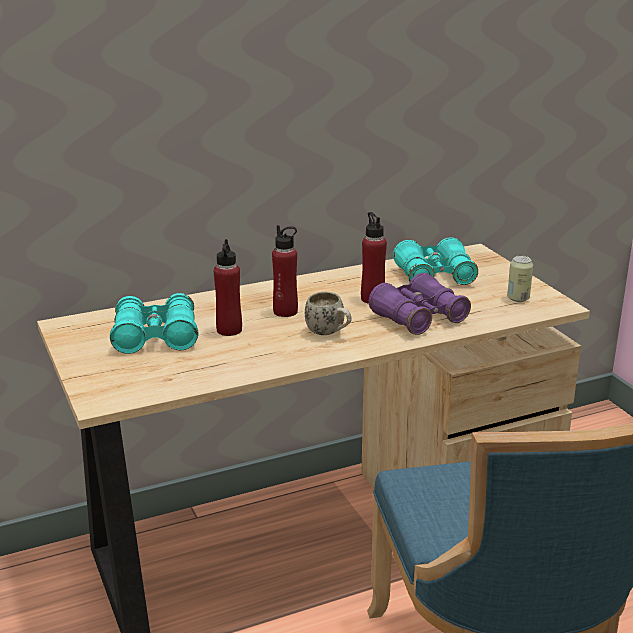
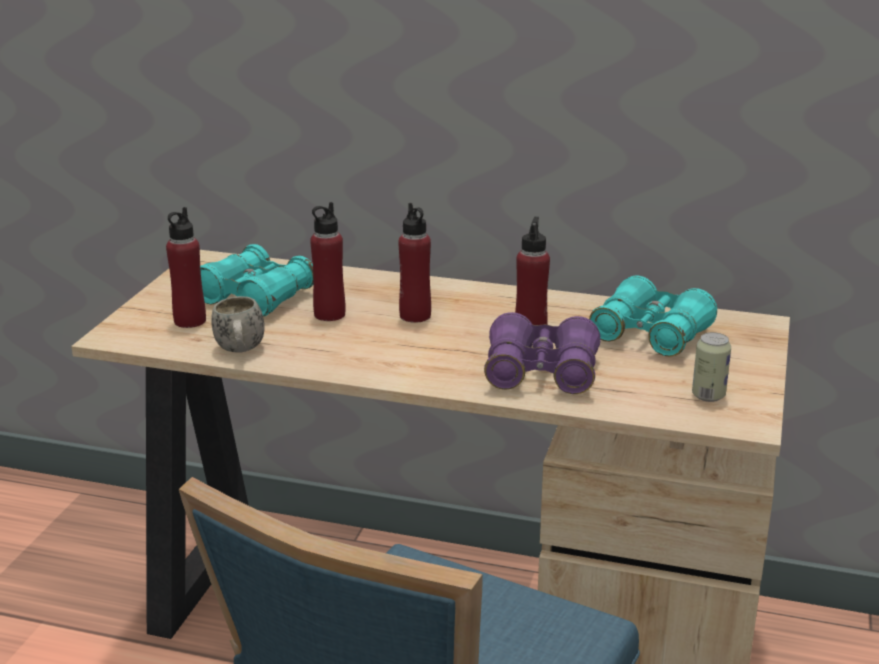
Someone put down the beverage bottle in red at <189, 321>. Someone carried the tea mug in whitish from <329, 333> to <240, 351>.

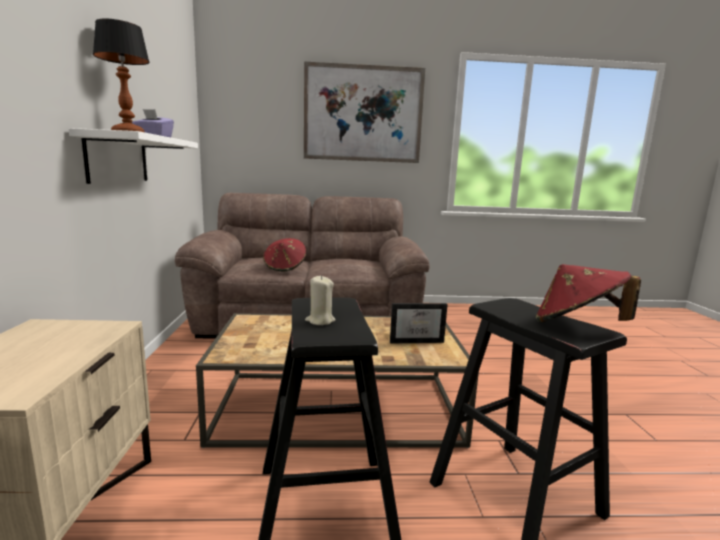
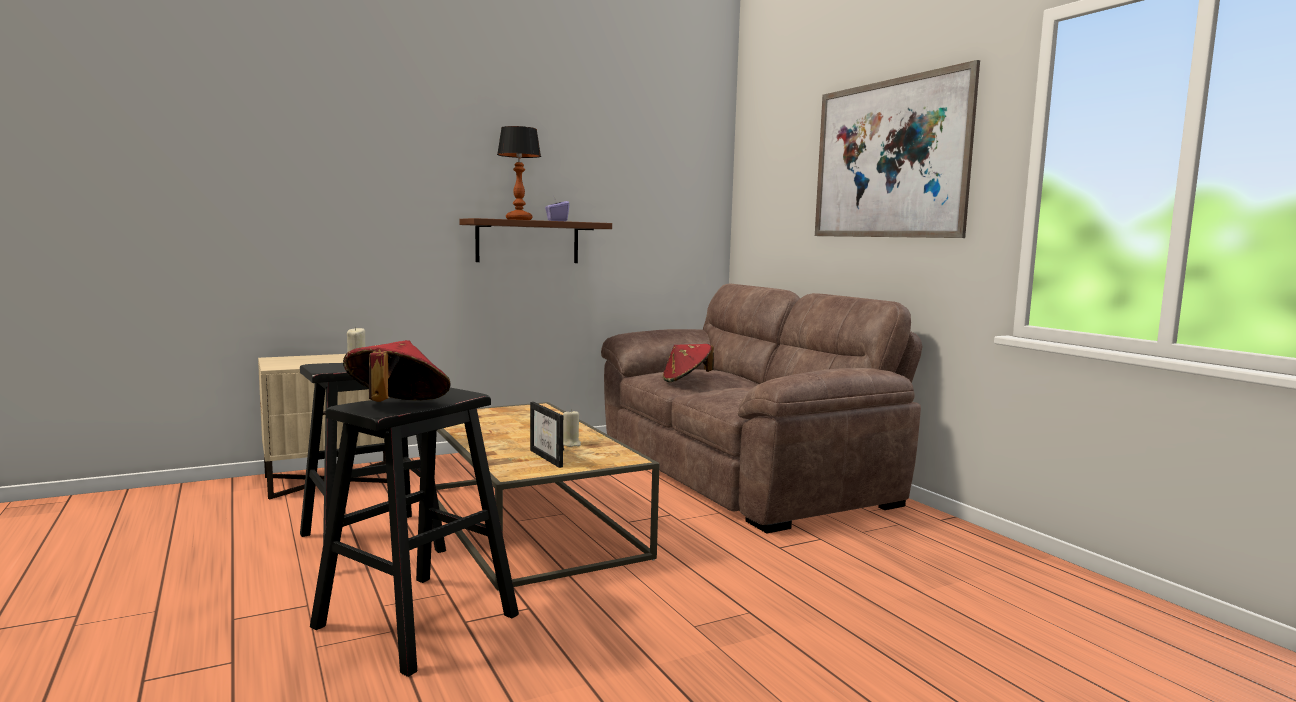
Someone put down the wax light in beige at <571, 444>. Someone repainted the shelf in whitish at <118, 158>, which became the shelf in brown-coloured at <528, 241>.

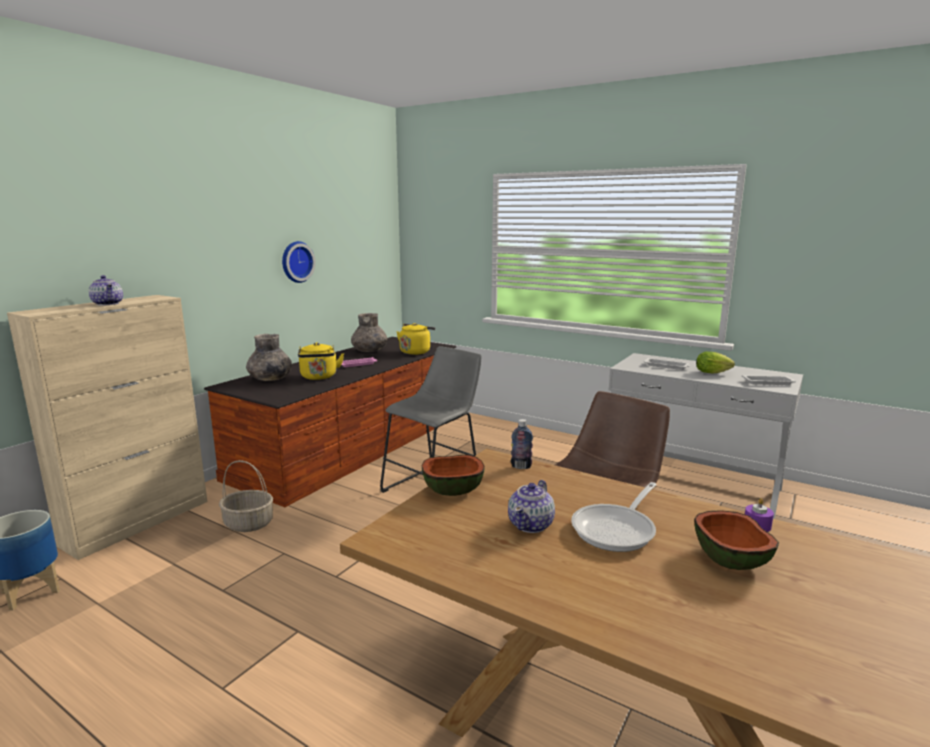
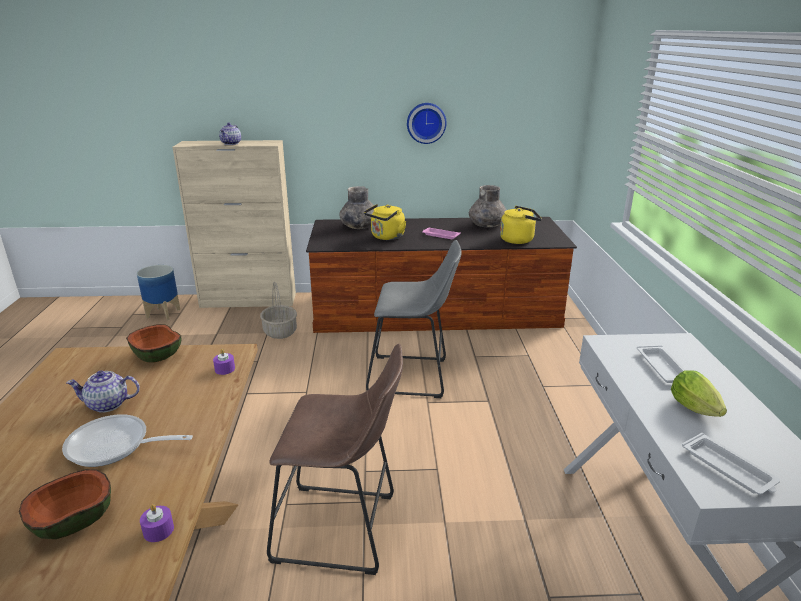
Someone swapped the beverage bottle at <521, 466> for the wax light in purplish at <225, 369>.

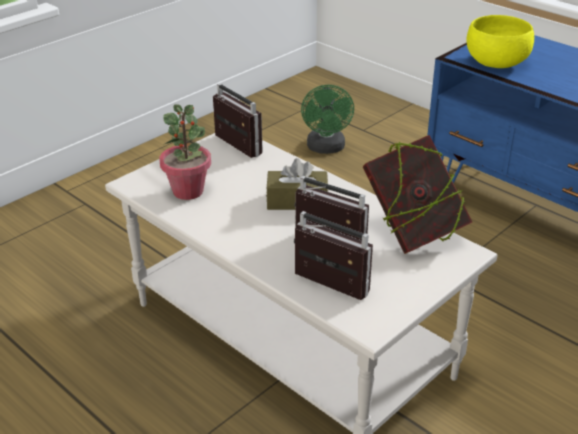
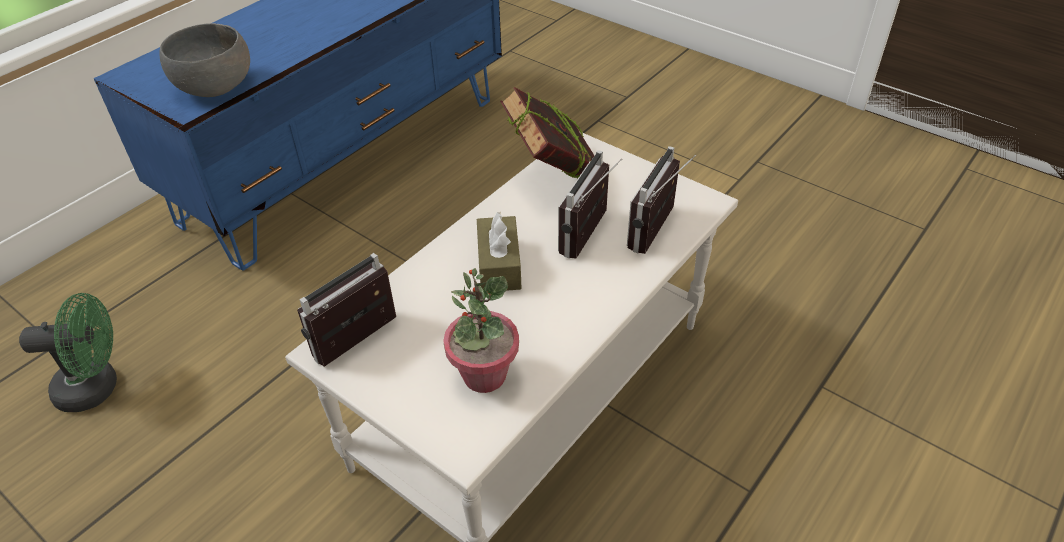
Someone repainted the serving bowl in yellow at <496, 62>, which became the serving bowl in grey at <215, 86>.

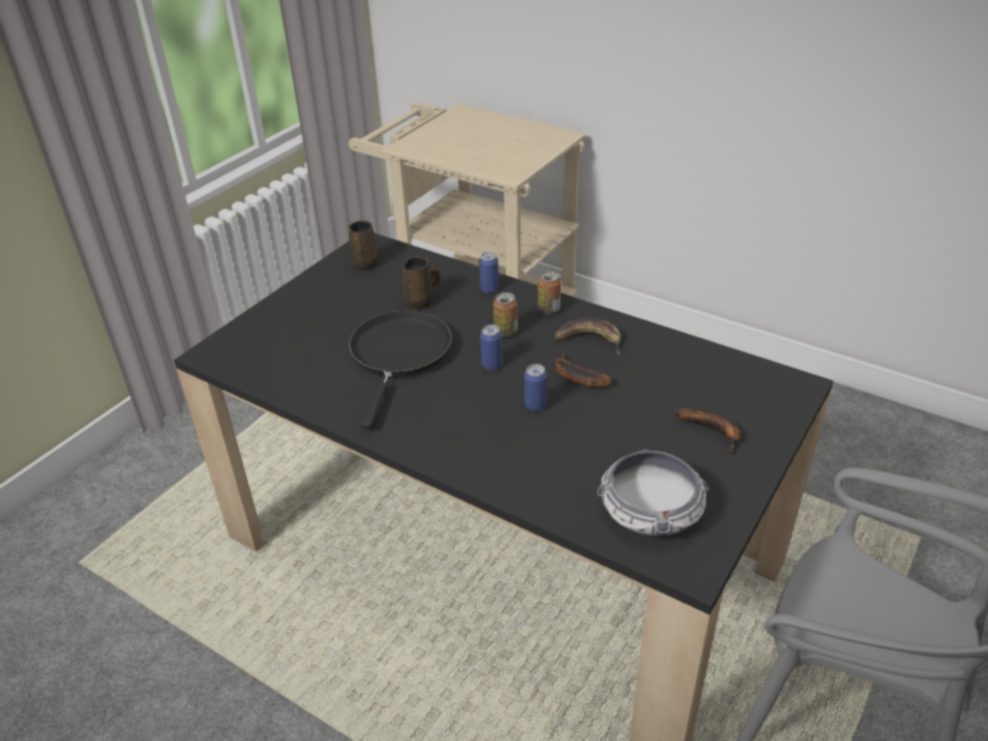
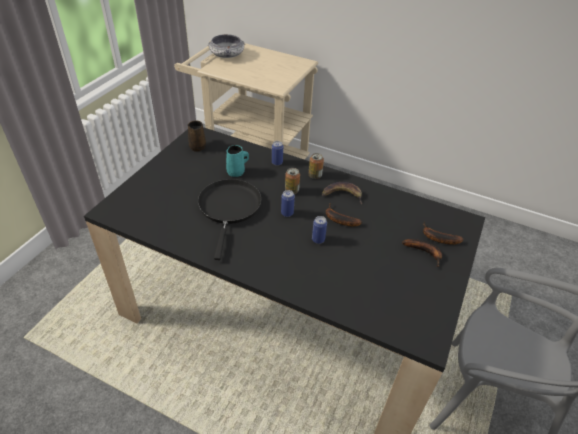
Someone put down the whole banana at <437, 238>. Someone carried the serving bowl from <650, 511> to <227, 54>. Someone repainted the tea mug in brown-coloured at <421, 302>, which became the tea mug in turquoise-coloured at <236, 172>.

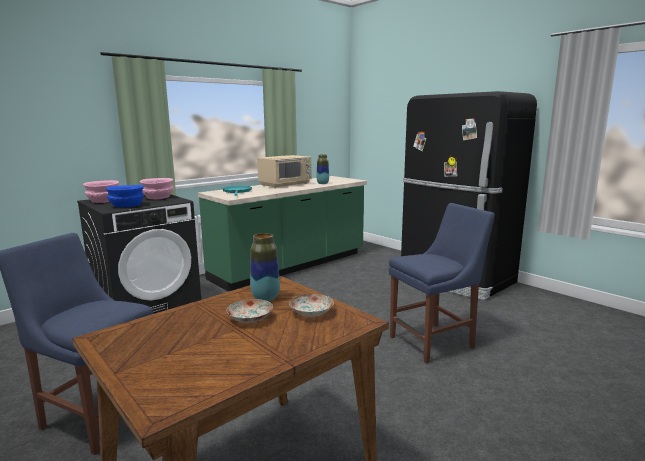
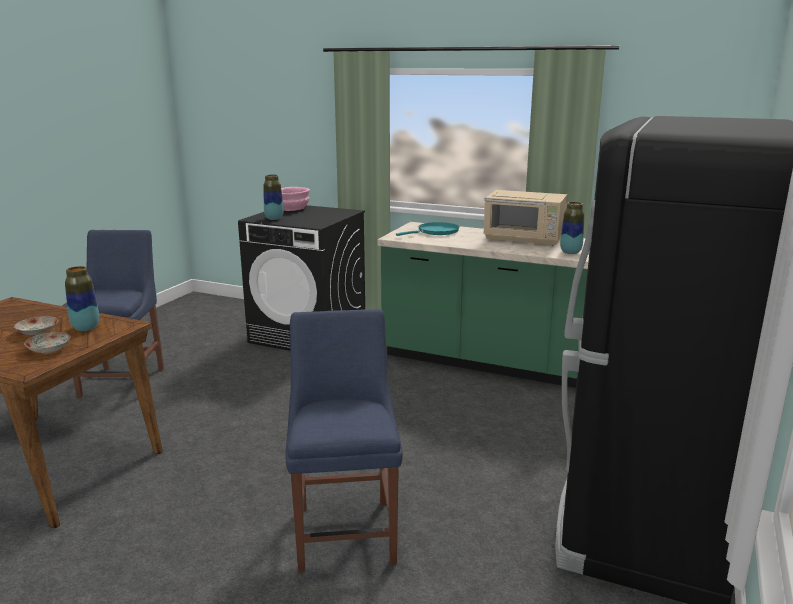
Someone took away the serving bowl in pink-coloured at <158, 197>. Someone swapped the serving bowl in blue at <126, 206> for the decorative vase at <274, 218>. Someone rotated the upright chair in blue at <435, 341> by 135 degrees counterclockwise.

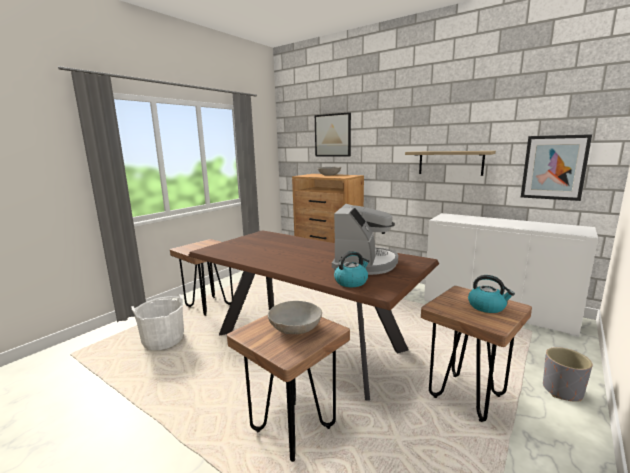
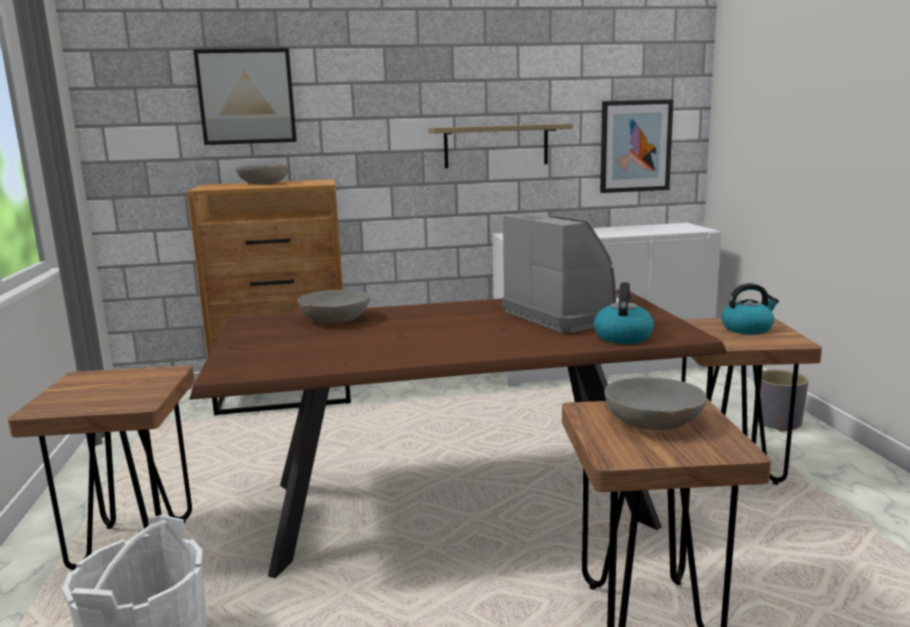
Someone put down the serving bowl in grey at <335, 320>.

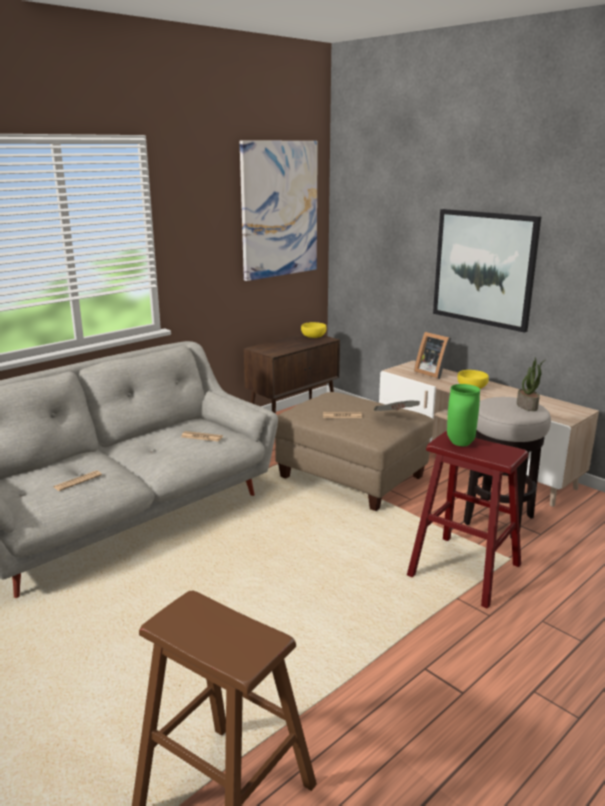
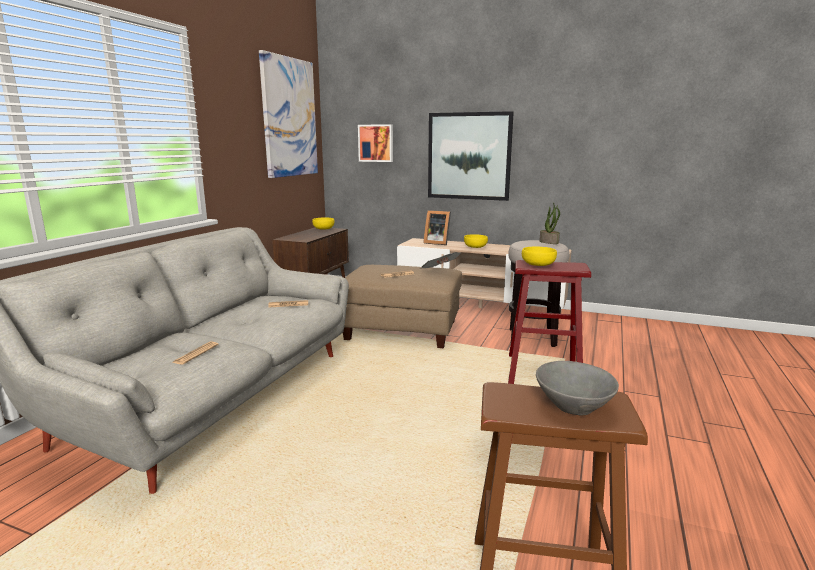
Someone put up the wall art at <376, 143>. Someone put down the serving bowl in grey at <573, 408>. Someone swapped the decorative vase in greenish at <461, 443> for the serving bowl in yellow at <538, 265>.

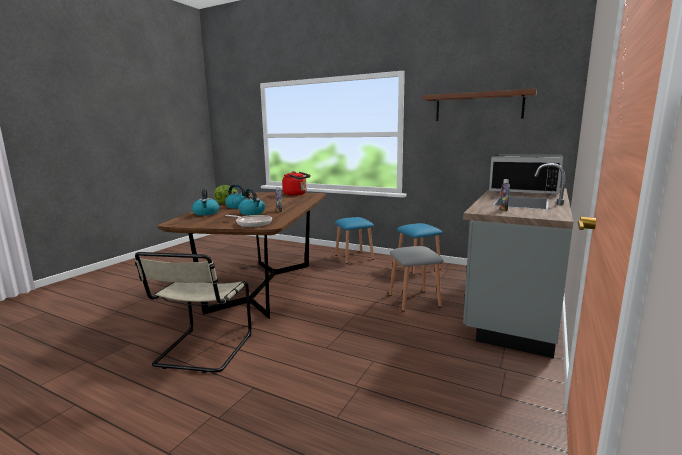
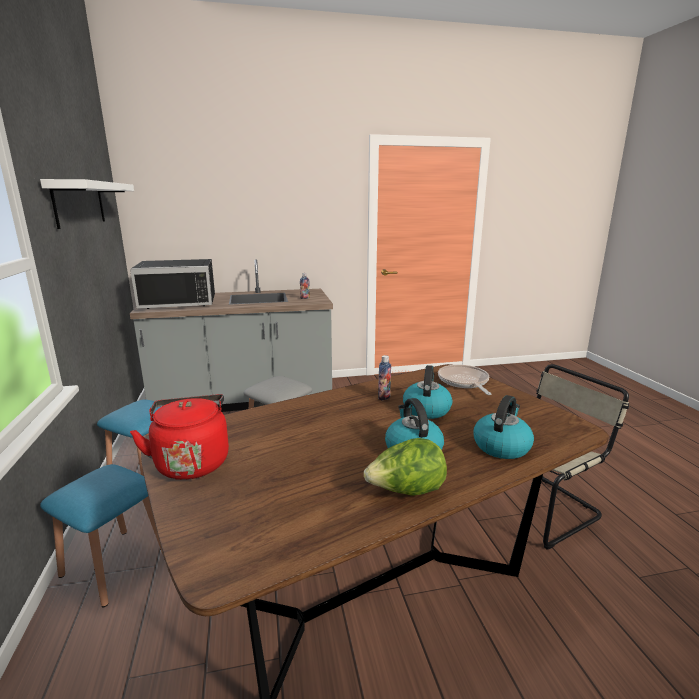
Someone repainted the shelf in brown-coloured at <478, 107>, which became the shelf in whitish at <79, 203>. Someone rotated the microwave oven in black at <524, 190> by 90 degrees clockwise.

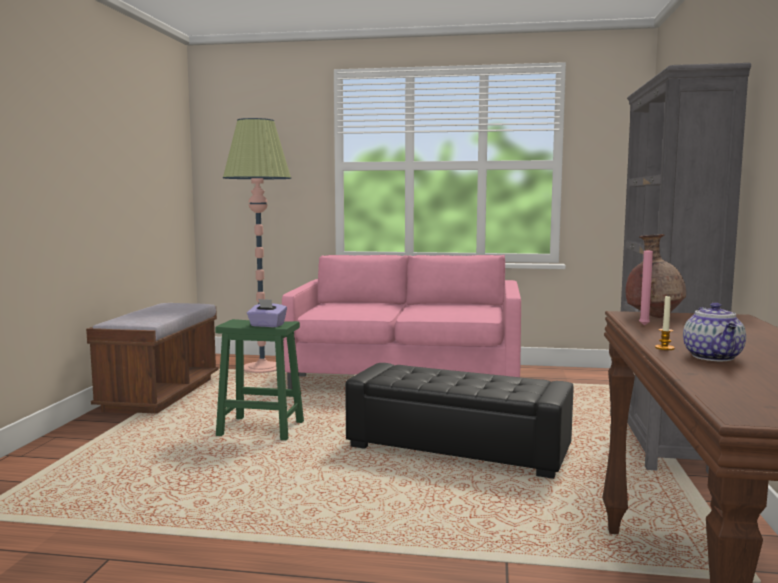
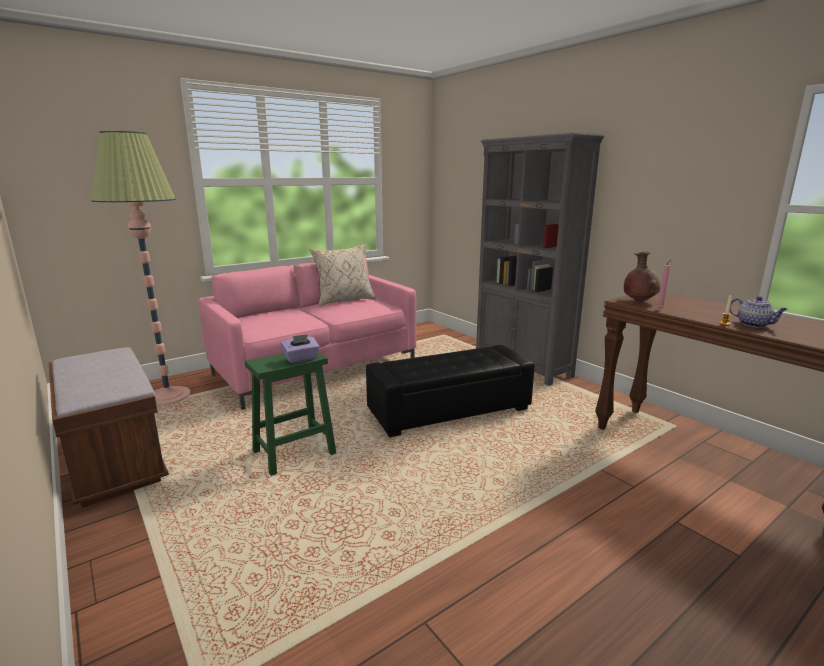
Someone put down the pillow in beige at <344, 300>.

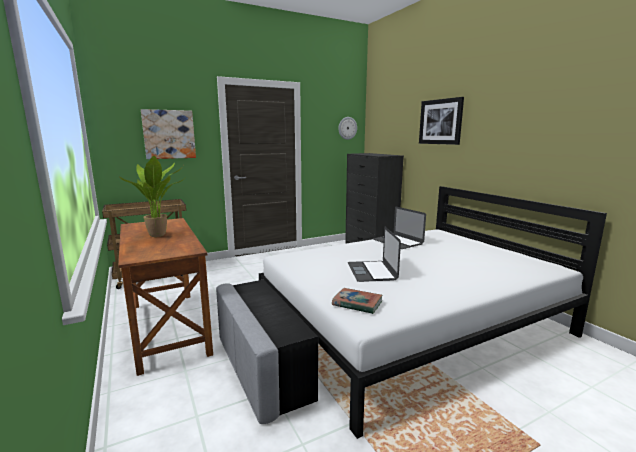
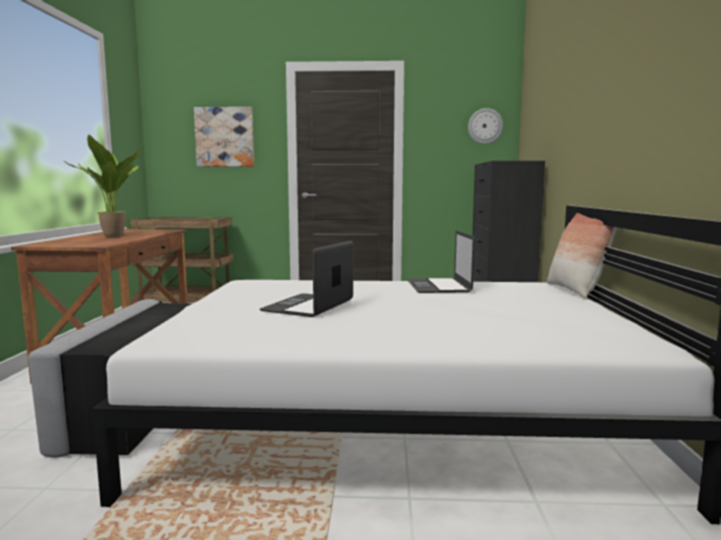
Someone took away the book at <357, 303>. Someone took away the wall art at <440, 122>. Someone put down the pillow at <575, 291>.

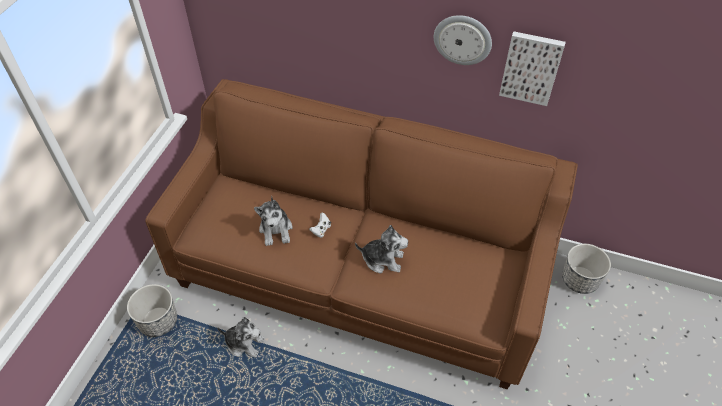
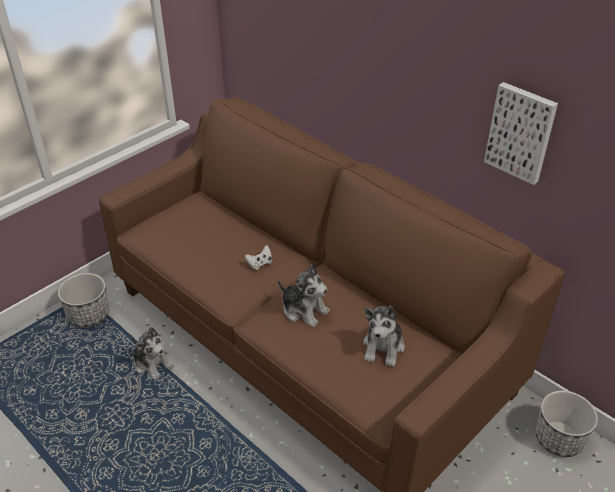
Someone took away the wall clock at <462, 39>. Someone carried the soft toy from <276, 229> to <383, 347>.

